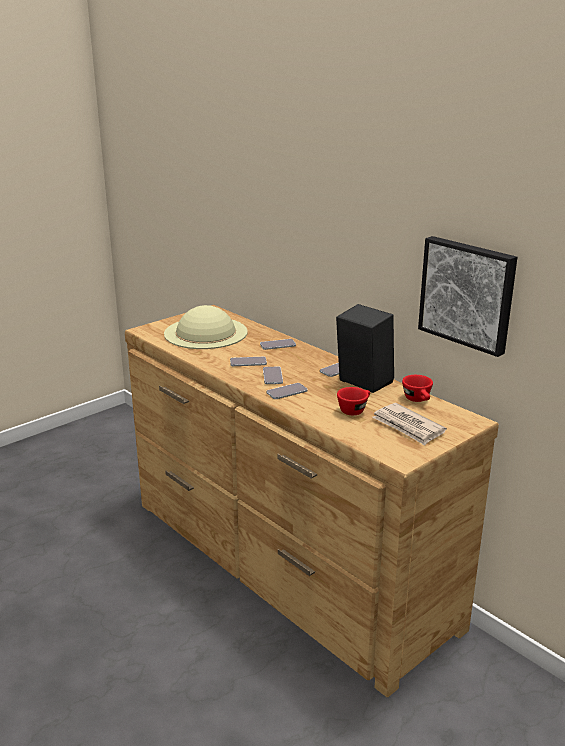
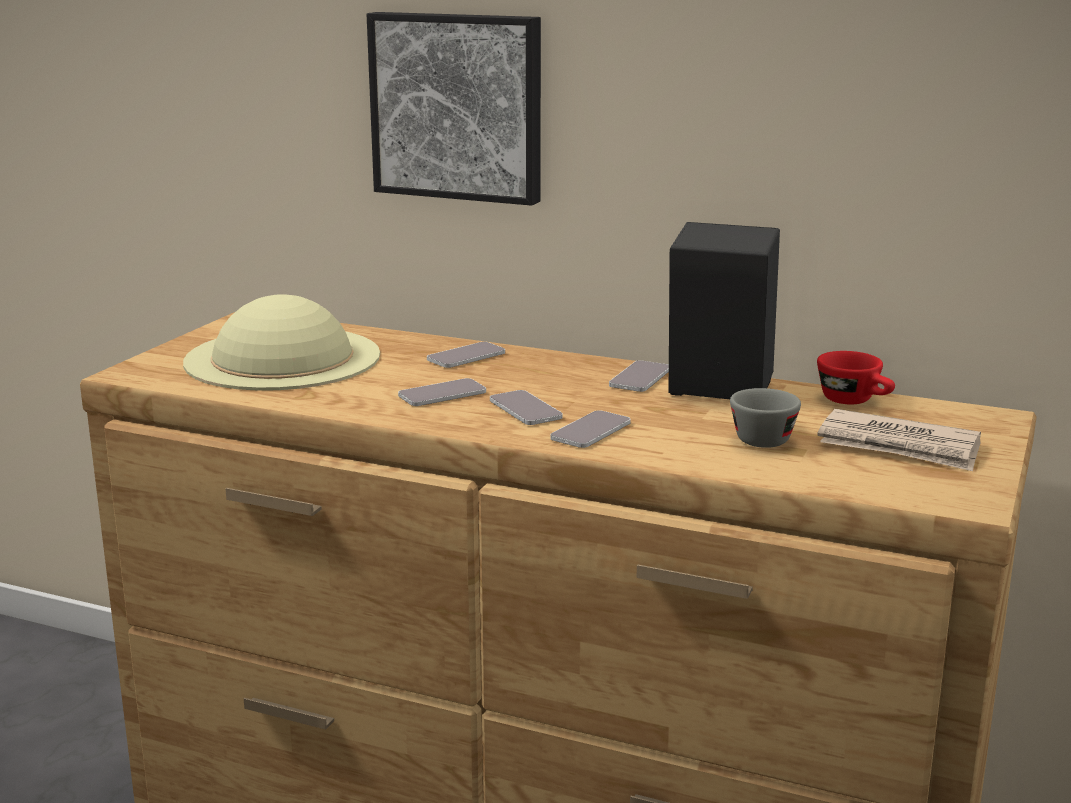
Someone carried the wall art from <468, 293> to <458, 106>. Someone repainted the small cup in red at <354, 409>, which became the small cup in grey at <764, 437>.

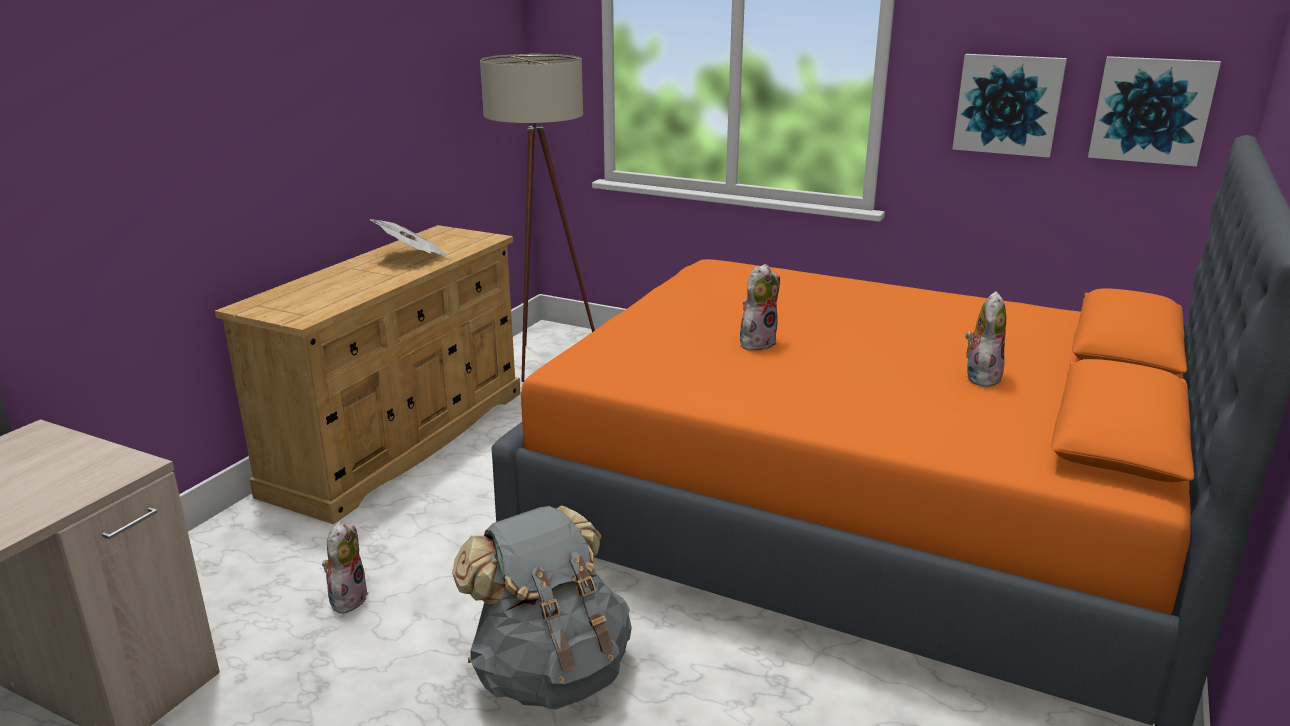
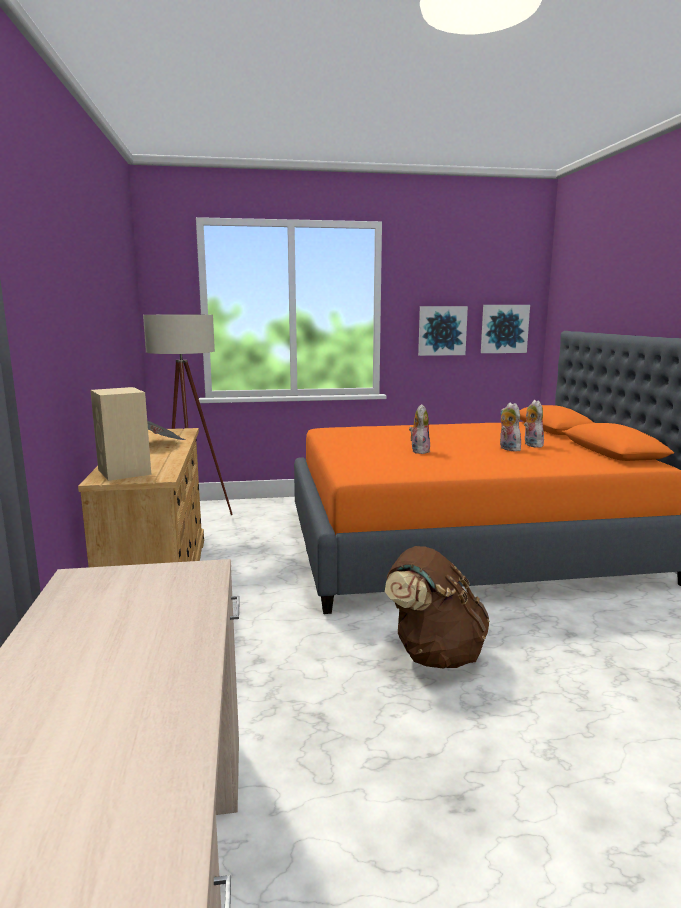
Someone put down the loudspeaker in beige at <124, 472>. Someone carried the soft toy from <347, 598> to <508, 449>. Someone repainted the knapsack in grey at <550, 672>, which became the knapsack in brown-coloured at <434, 654>.

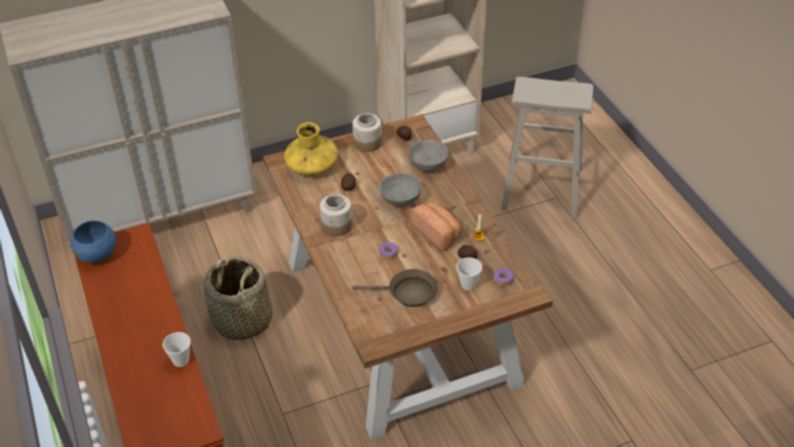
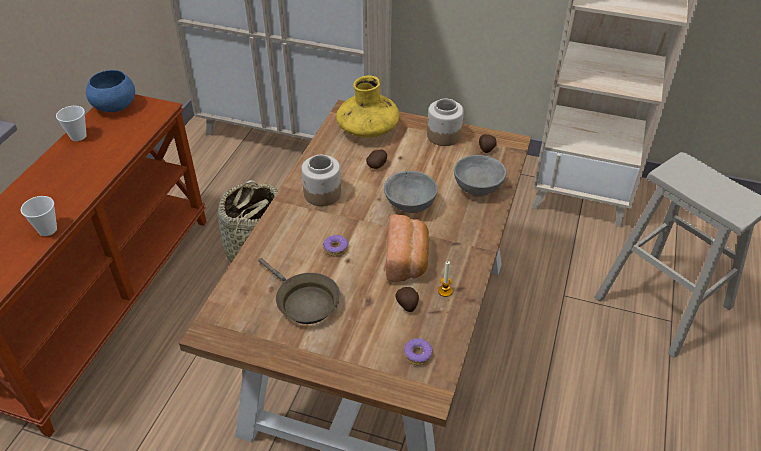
Someone carried the small cup from <468, 285> to <78, 136>.

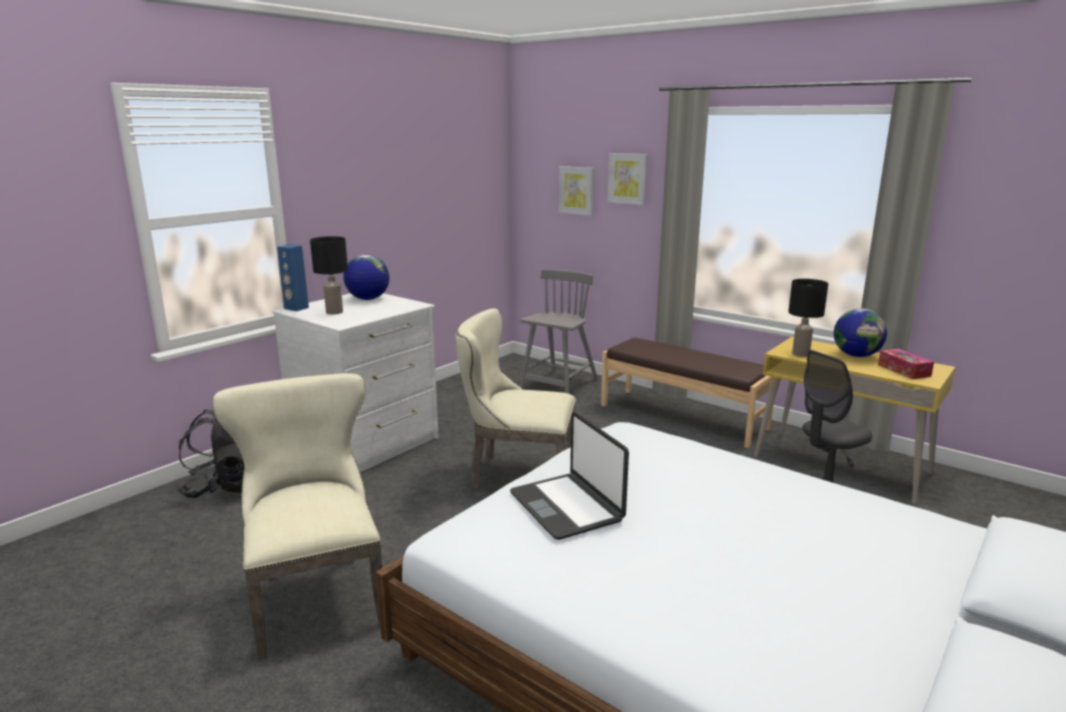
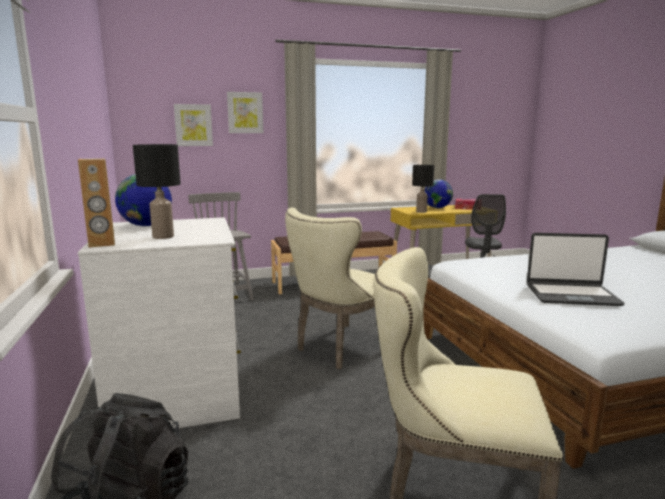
Someone repainted the loudspeaker in blue at <296, 308>, which became the loudspeaker in brown-coloured at <102, 244>.

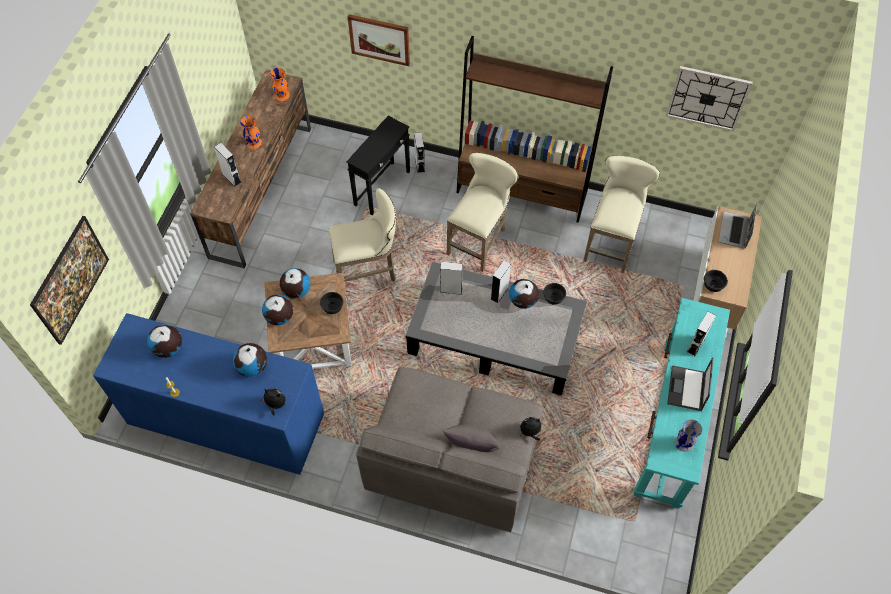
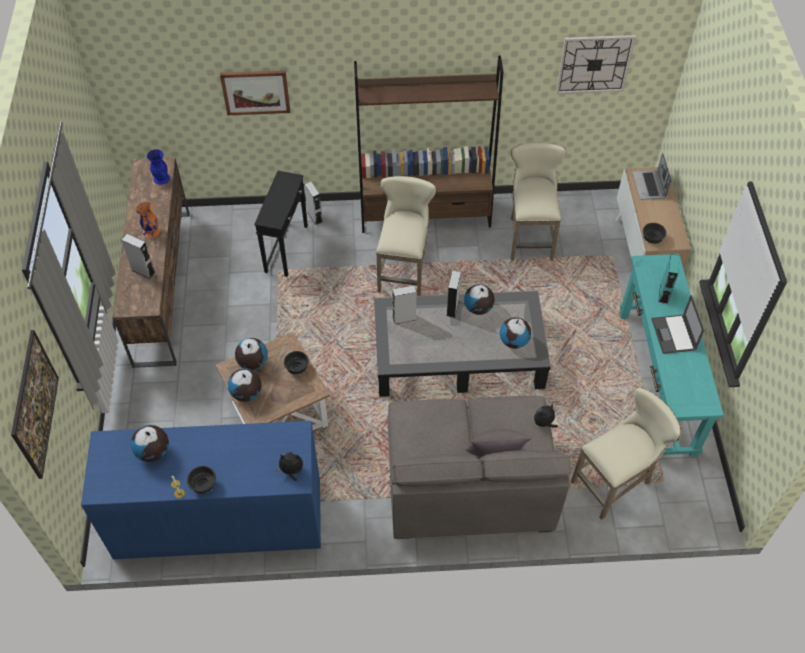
Someone took away the decorative vase in grey at <683, 442>. Someone carried the world globe from <253, 367> to <514, 341>. Someone carried the stool in beige from <368, 272> to <615, 482>. Someone carried the serving bowl in black from <554, 298> to <204, 485>. Someone repainted the decorative vase in orange at <282, 95>, which became the decorative vase in blue at <161, 178>. Someone repainted the loudspeaker in grey at <695, 345>, which became the loudspeaker in turquoise-coloured at <664, 294>.

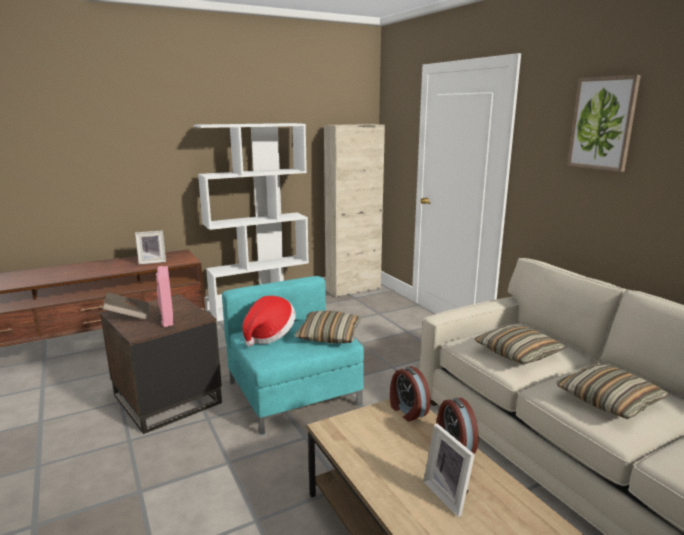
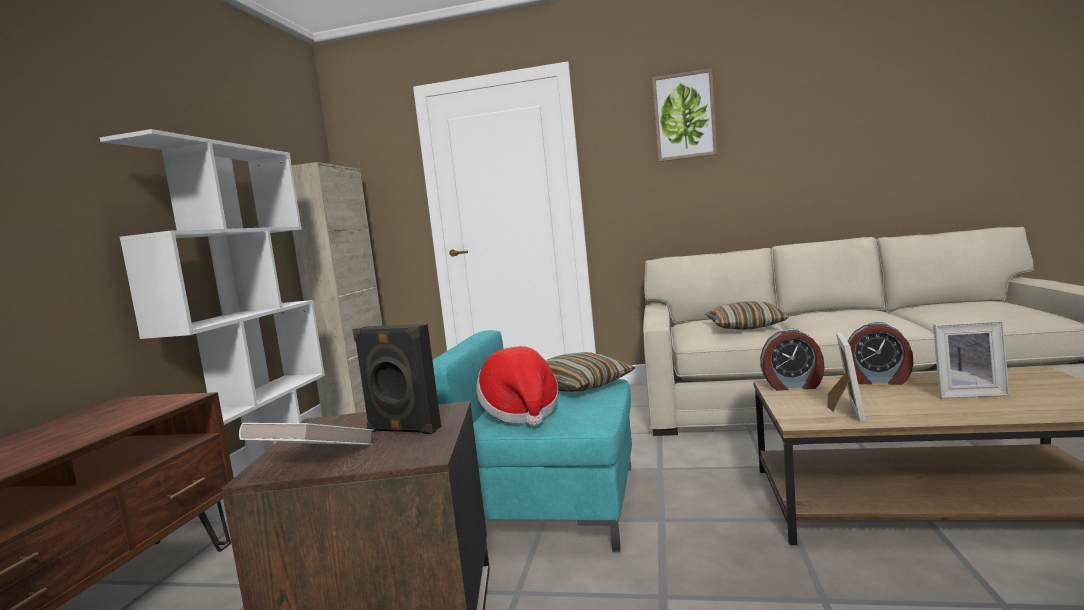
Someone took away the pillow at <609, 400>. Someone carried the picture frame from <152, 262> to <844, 411>. Someone repainted the book in brown-coloured at <128, 316>, which became the book in whitish at <313, 460>. Someone repainted the loudspeaker in pink-coloured at <166, 319>, which became the loudspeaker in black at <402, 430>.

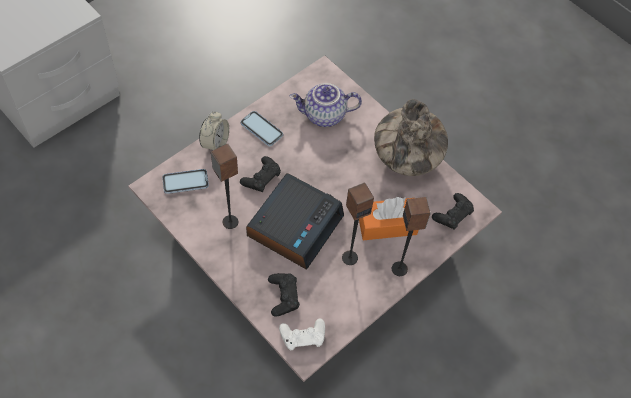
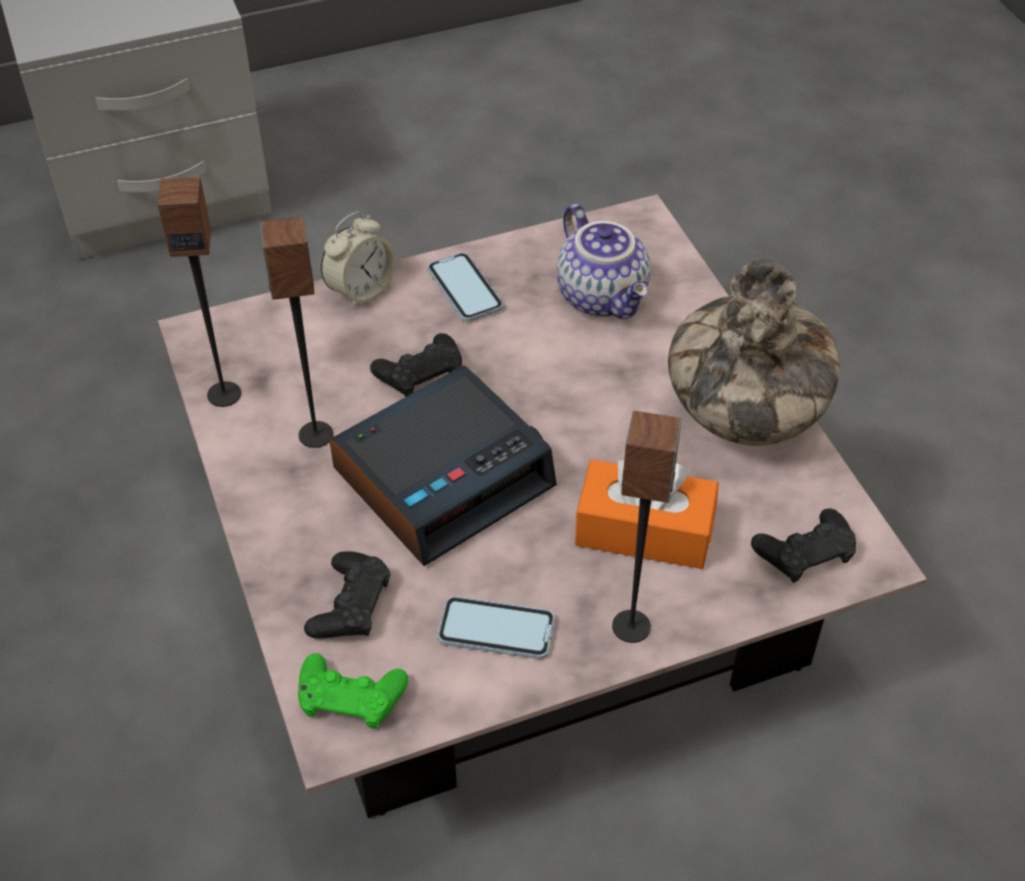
Someone carried the handset from <185, 182> to <496, 630>. Someone carried the loudspeaker from <349, 257> to <224, 394>. Someone repainted the gamepad in whitish at <303, 336>, which became the gamepad in greenish at <350, 697>. Someone rotated the pot for tea at <324, 116> by 135 degrees counterclockwise.

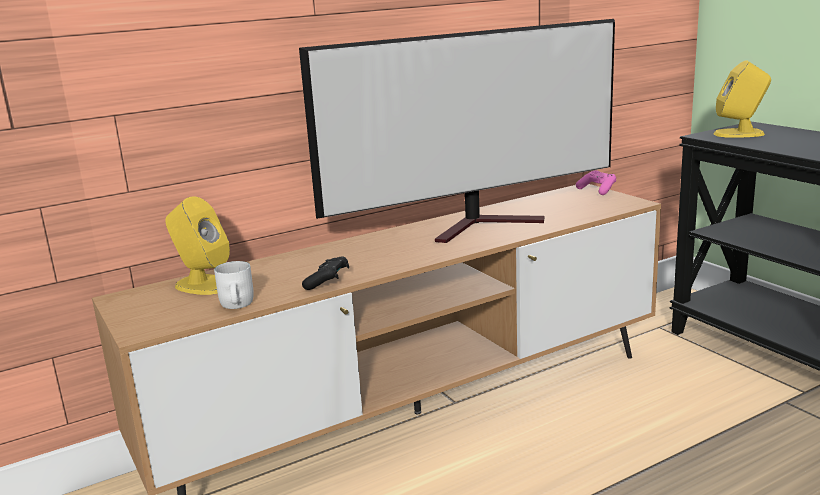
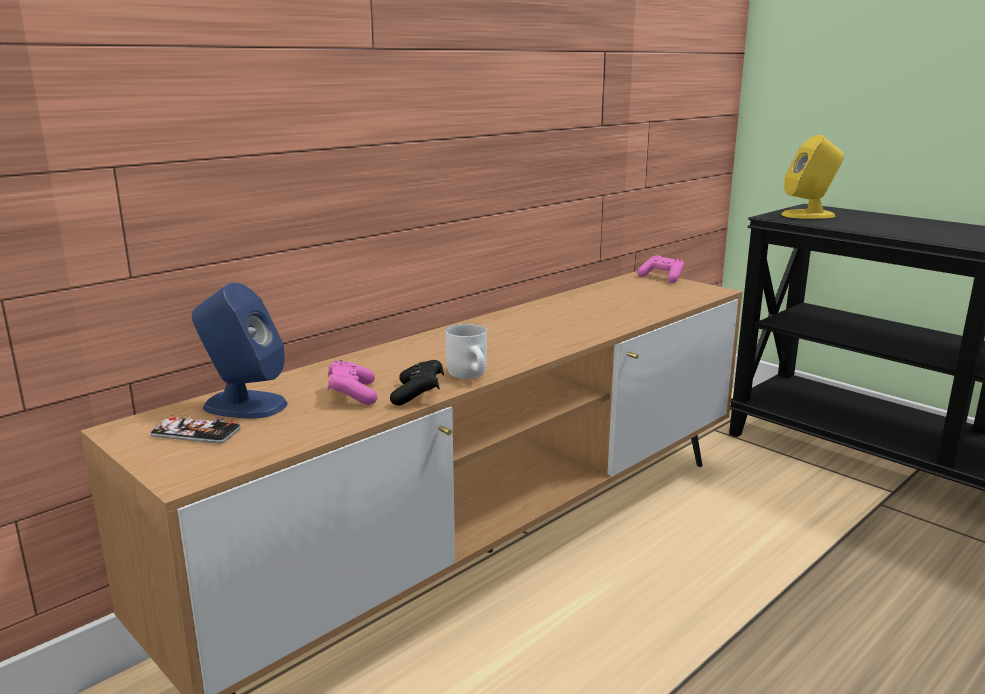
Someone took away the TV at <484, 225>. Someone put down the handset at <196, 432>. Someone put down the gamepad in pink-coloured at <352, 394>. Someone carried the tea mug in whitish from <239, 305> to <472, 374>. Someone repainted the loudspeaker in yellow at <203, 285>, which became the loudspeaker in blue at <244, 405>.

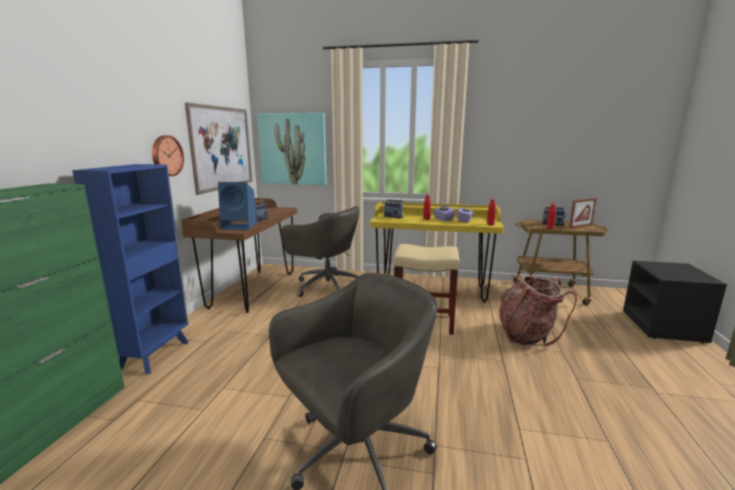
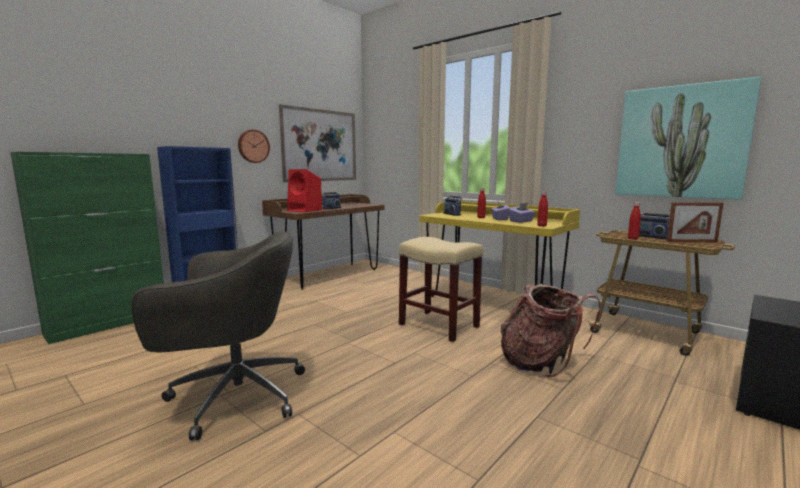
Someone took away the office chair in grey at <325, 286>. Someone carried the wall art from <293, 149> to <681, 142>. Someone repainted the loudspeaker in blue at <240, 226>, which became the loudspeaker in red at <305, 210>.

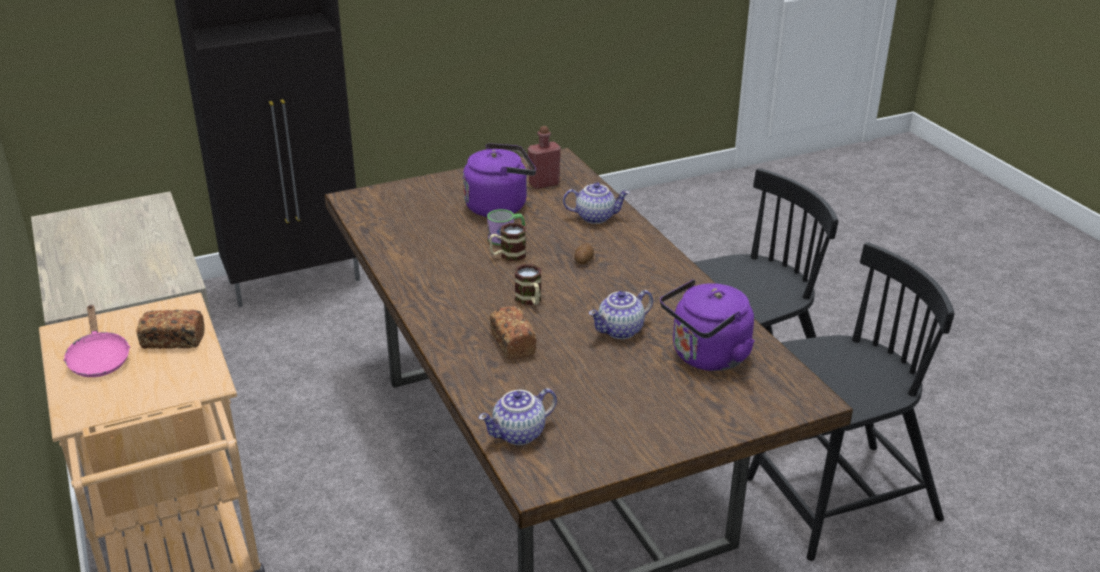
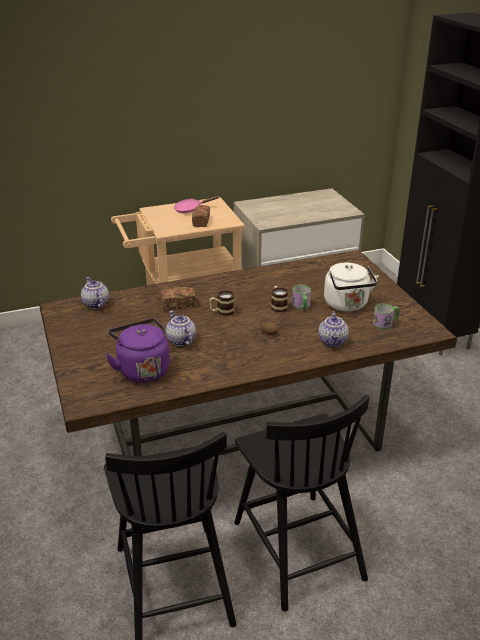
Someone swapped the beverage bottle in red at <544, 183> for the tea mug at <385, 323>. Someone repainted the water kettle in purplish at <500, 206>, which became the water kettle in whitish at <347, 305>.

